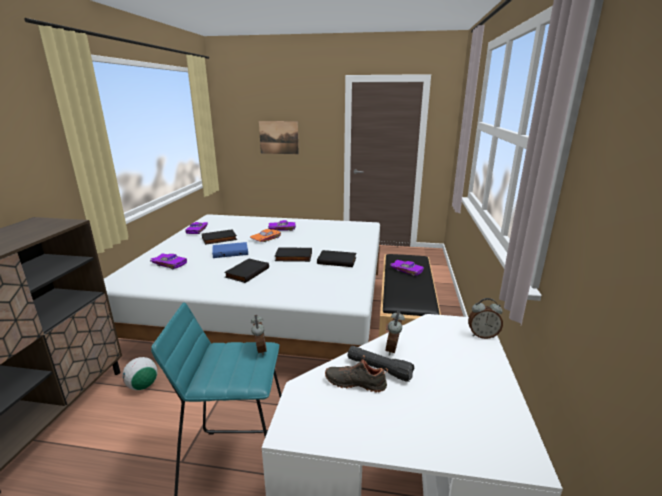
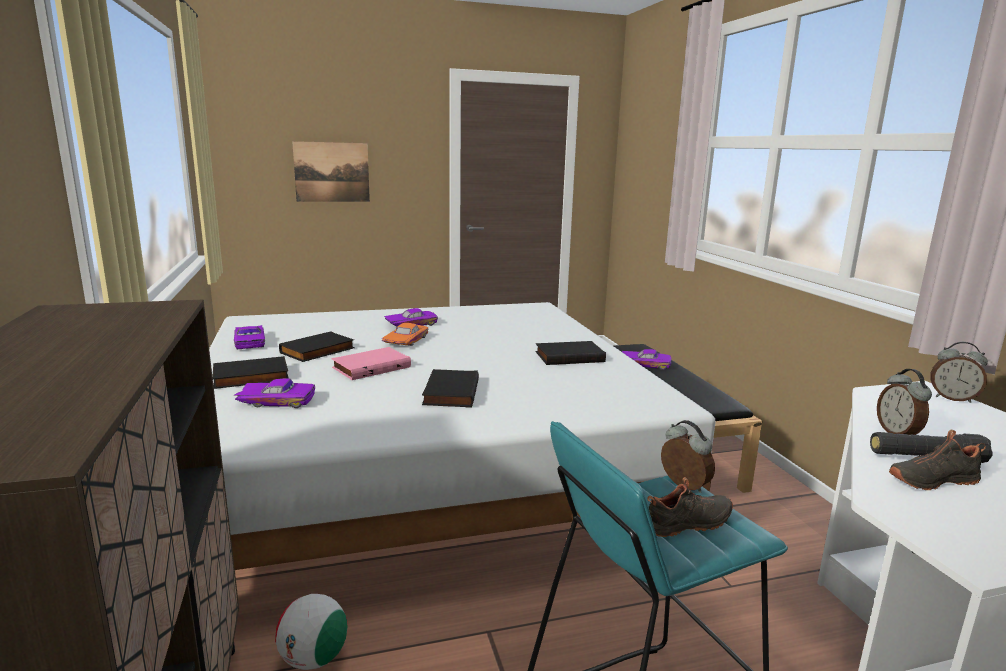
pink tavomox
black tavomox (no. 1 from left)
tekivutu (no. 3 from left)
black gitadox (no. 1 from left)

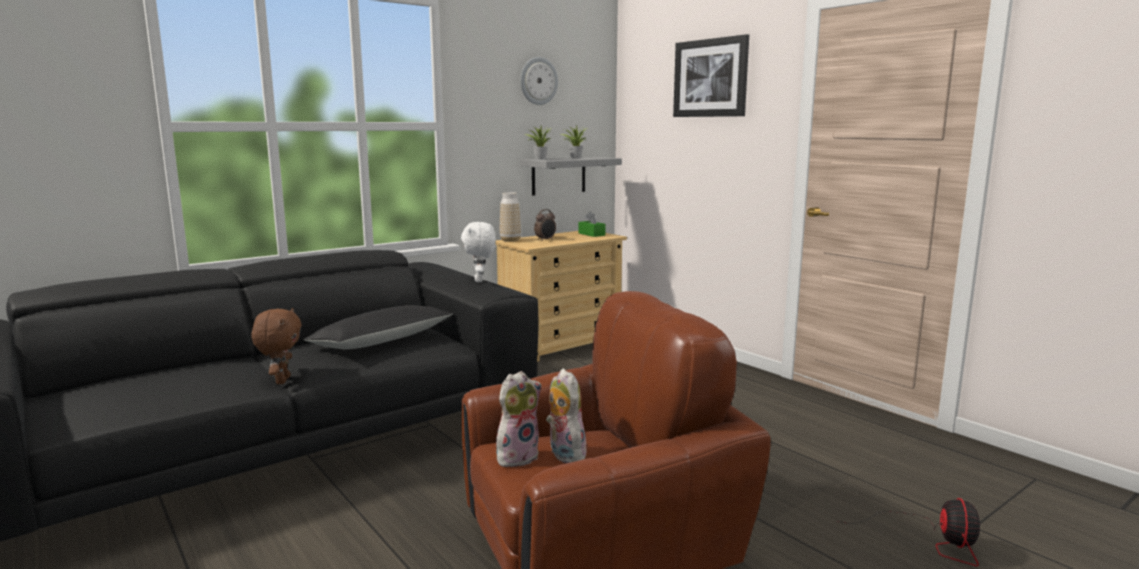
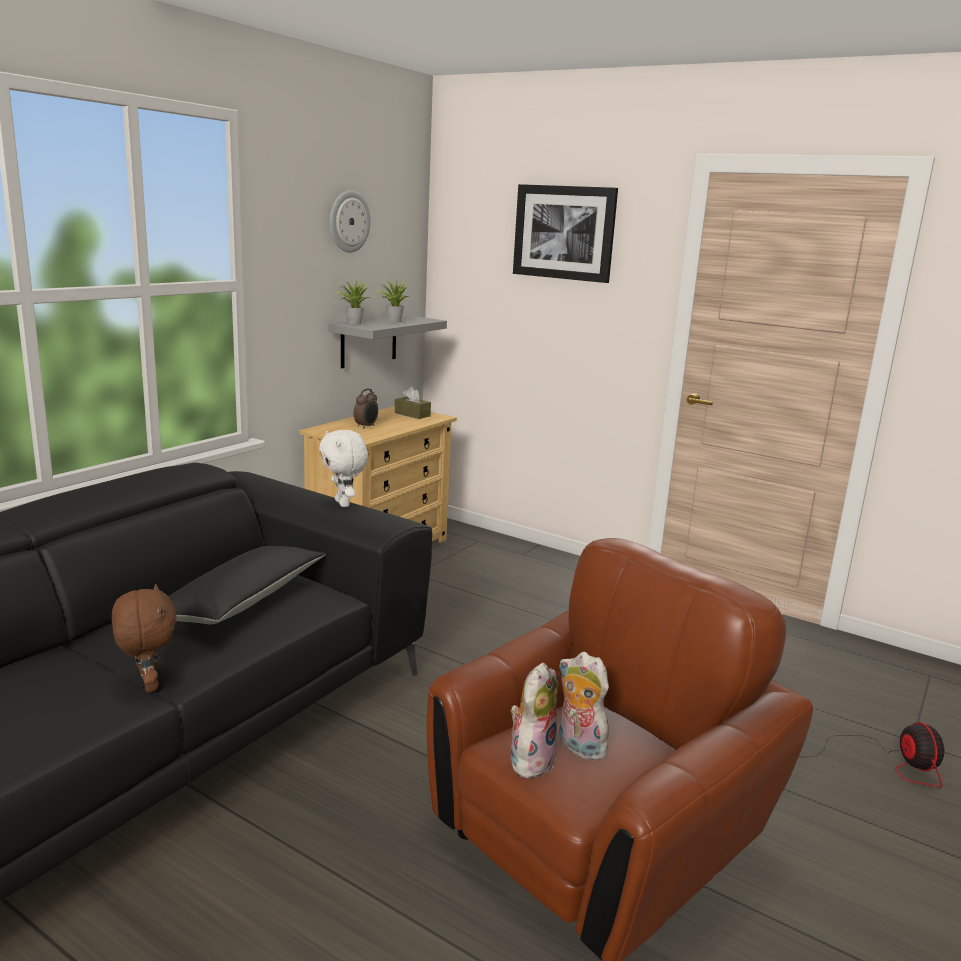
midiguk
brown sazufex

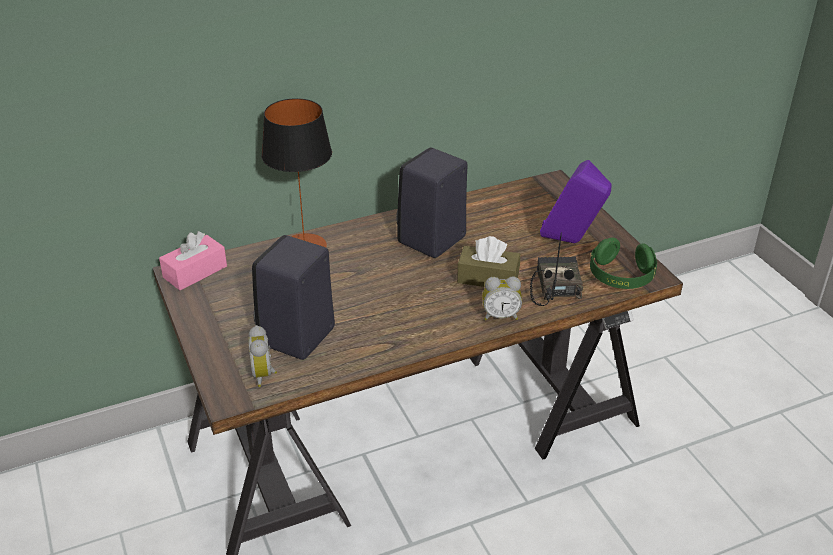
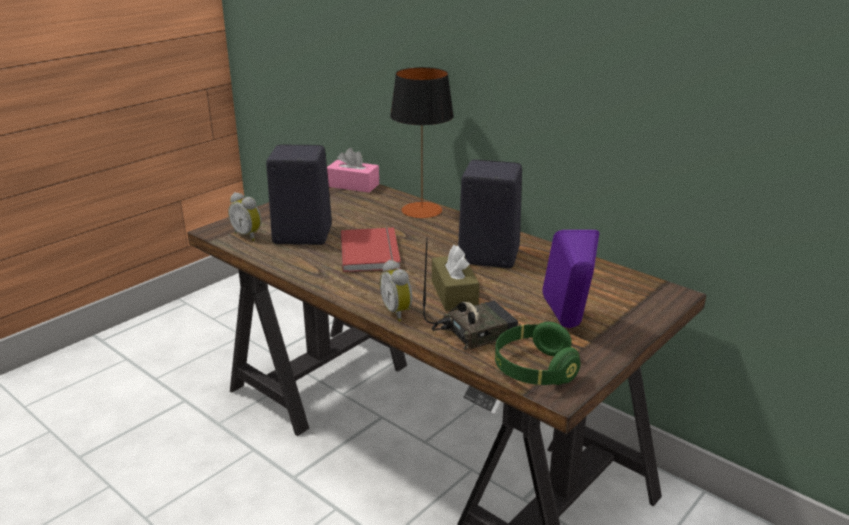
tekivutu (no. 1 from left)
red tavomox

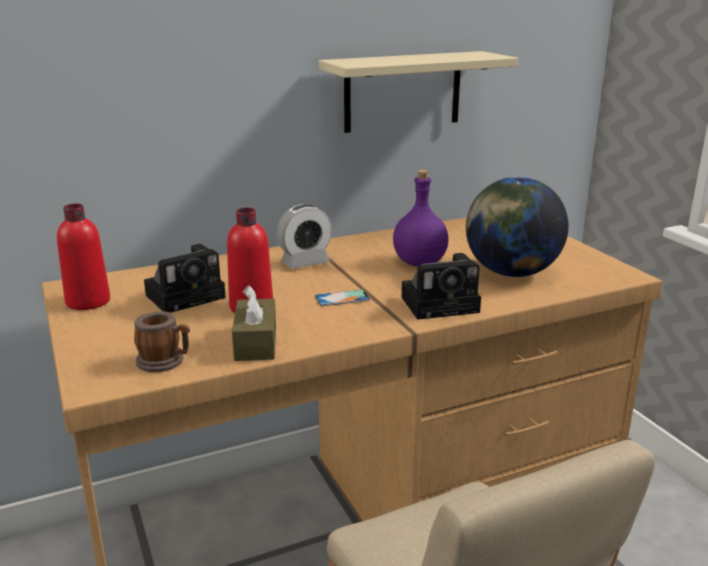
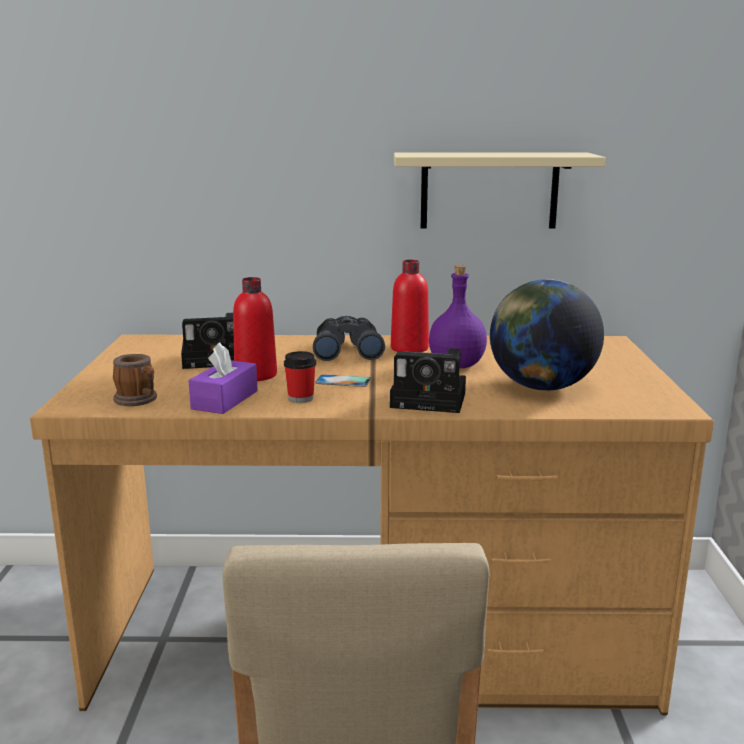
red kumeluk (no. 2 from left)
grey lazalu
purple sazufex
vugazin

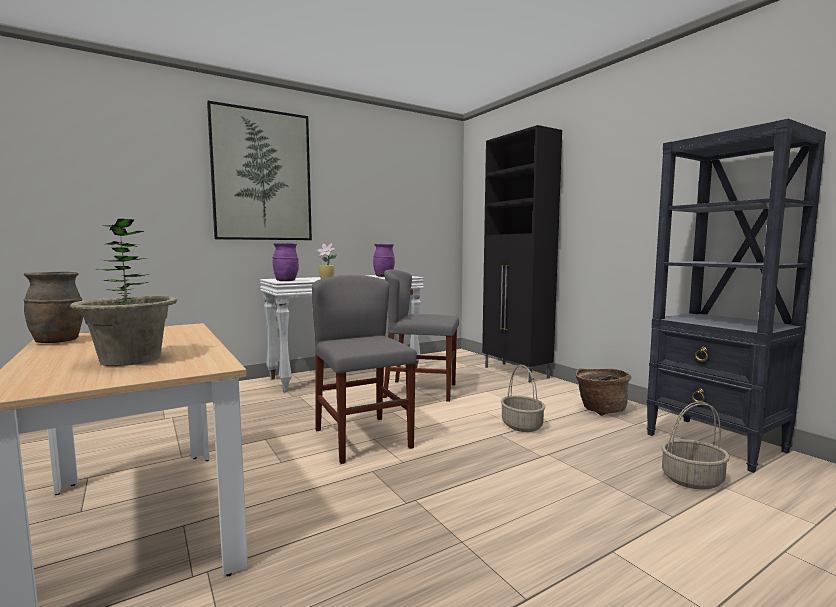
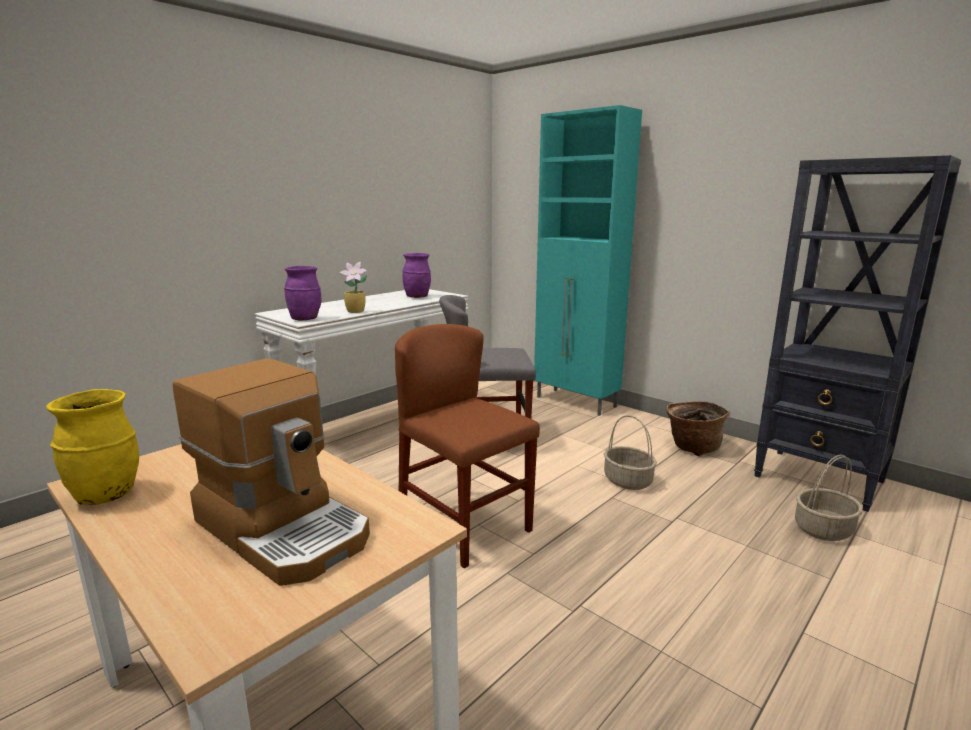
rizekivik
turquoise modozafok
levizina
yellow midiguk
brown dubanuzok

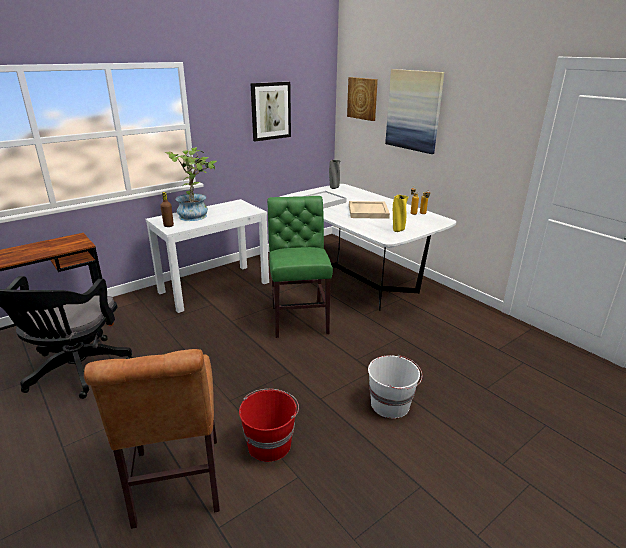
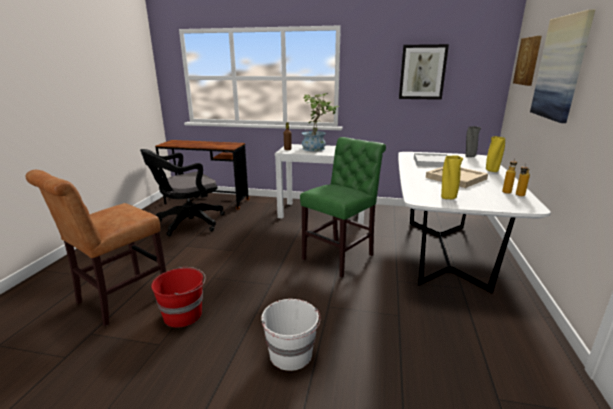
yellow midiguk (no. 2 from left)

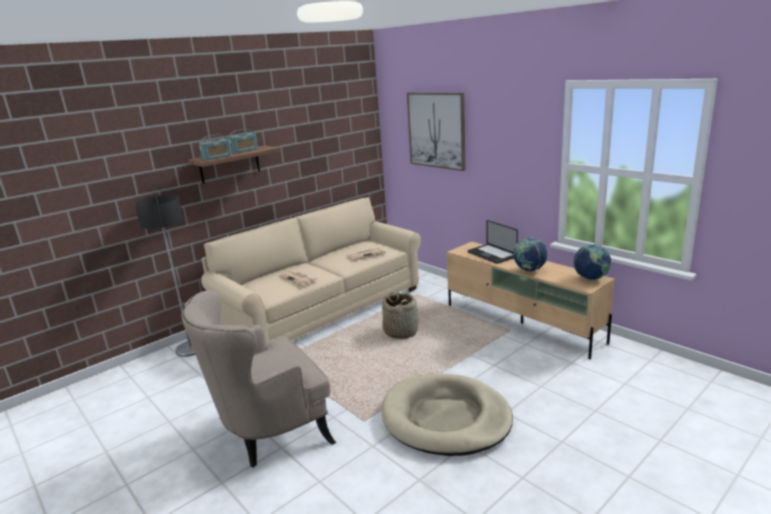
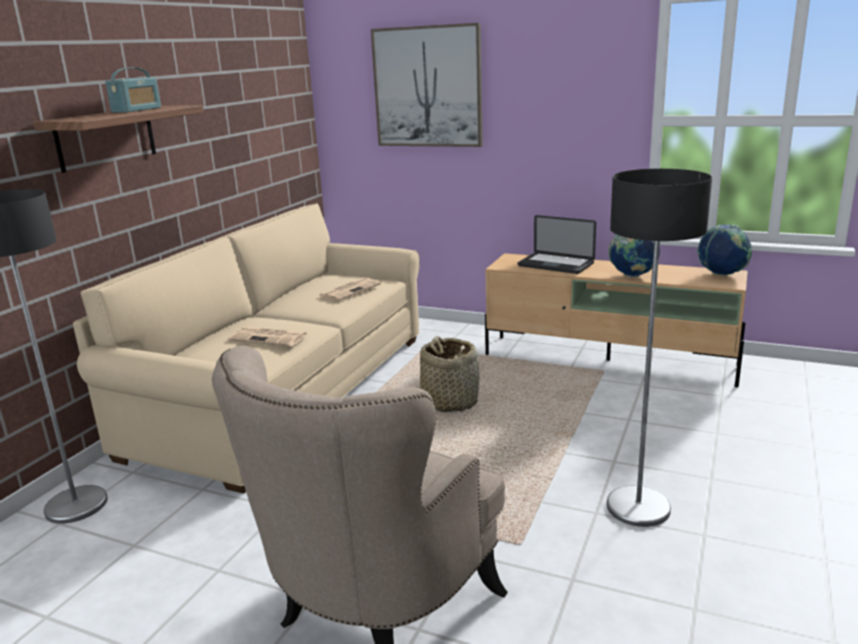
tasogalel (no. 1 from left in the first image)
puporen (no. 2 from left)

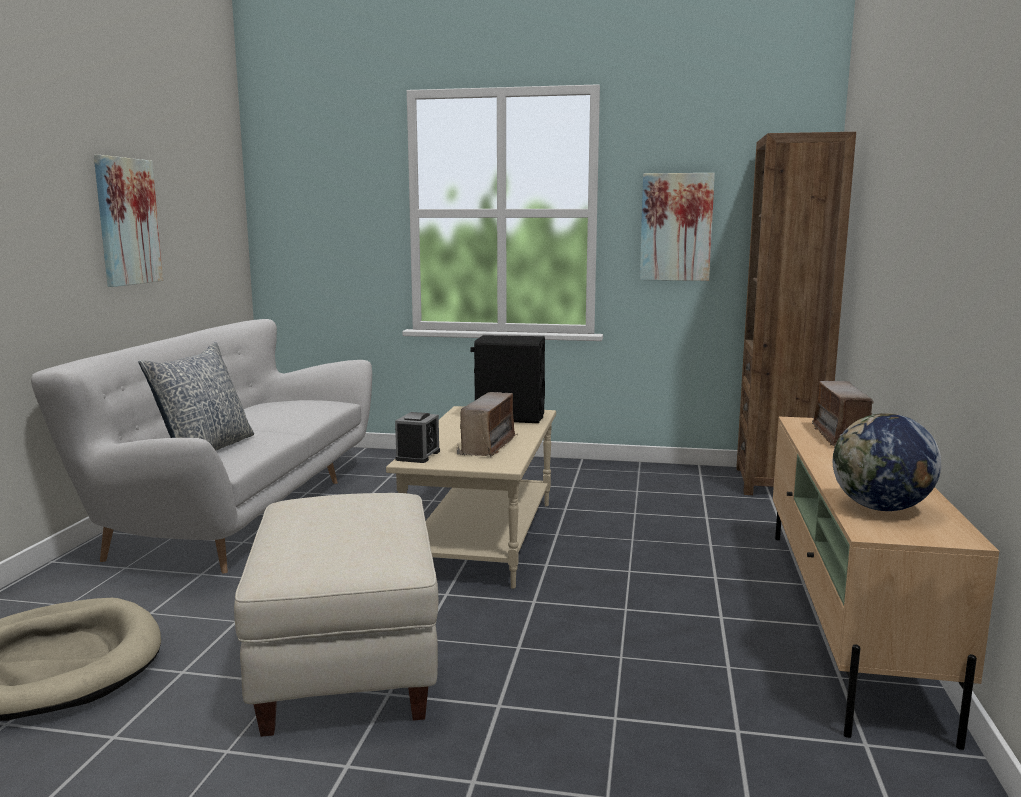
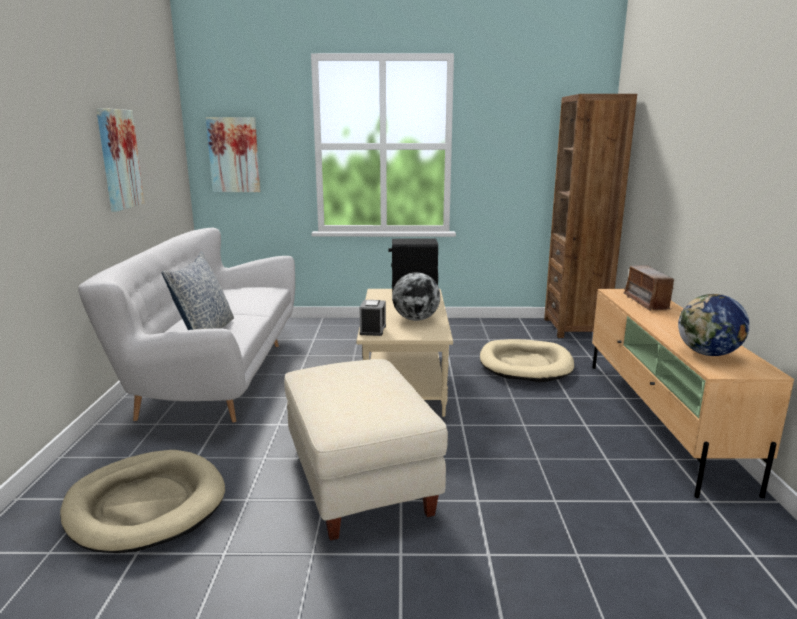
rizekivik (no. 2 from left)
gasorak (no. 1 from left)
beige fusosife (no. 2 from left)

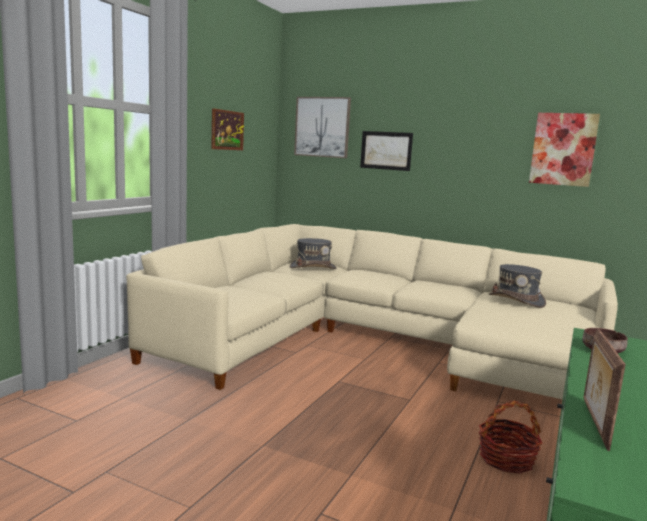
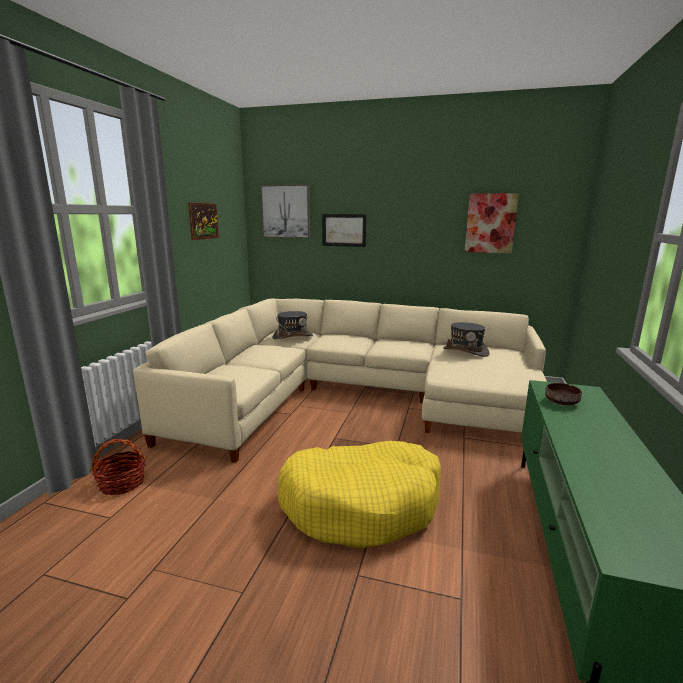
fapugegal
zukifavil
yellow fusosife

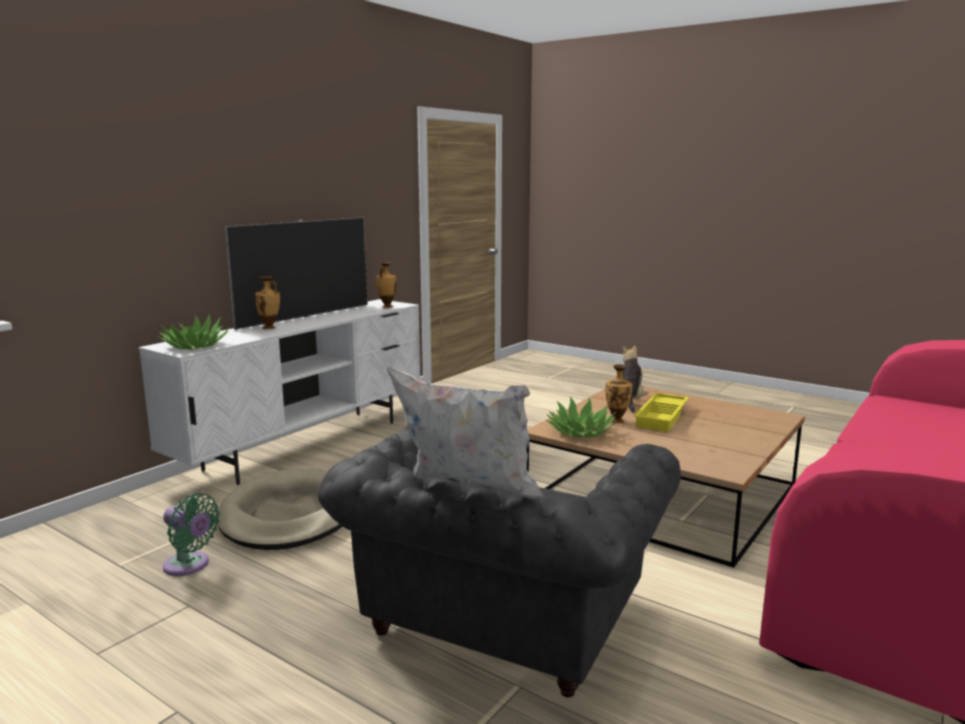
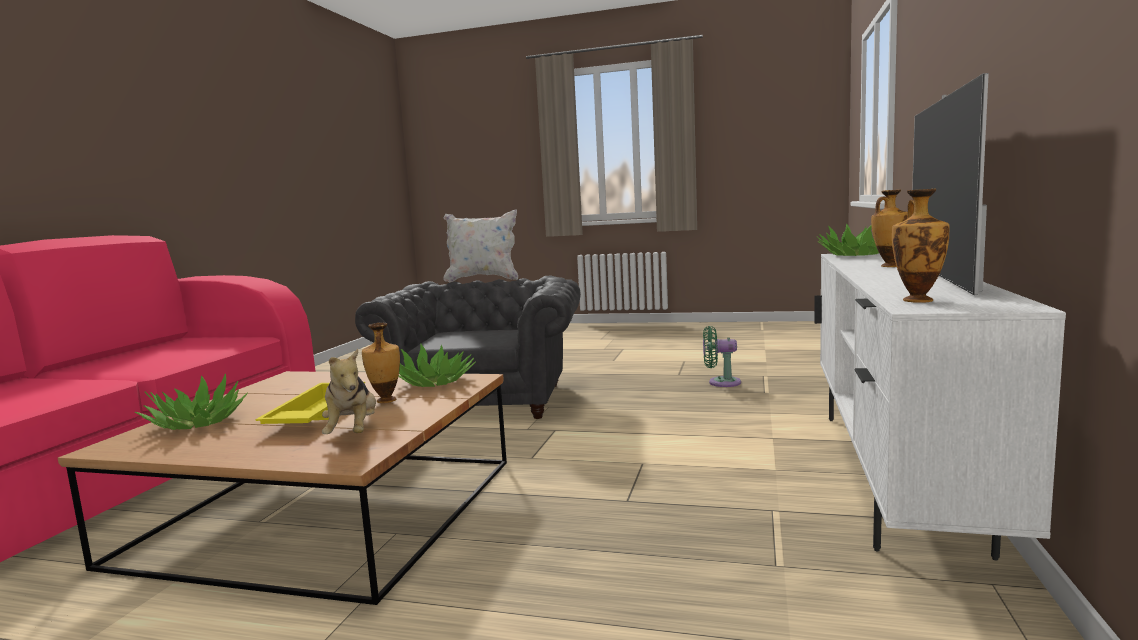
beige fusosife
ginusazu (no. 1 from left)

